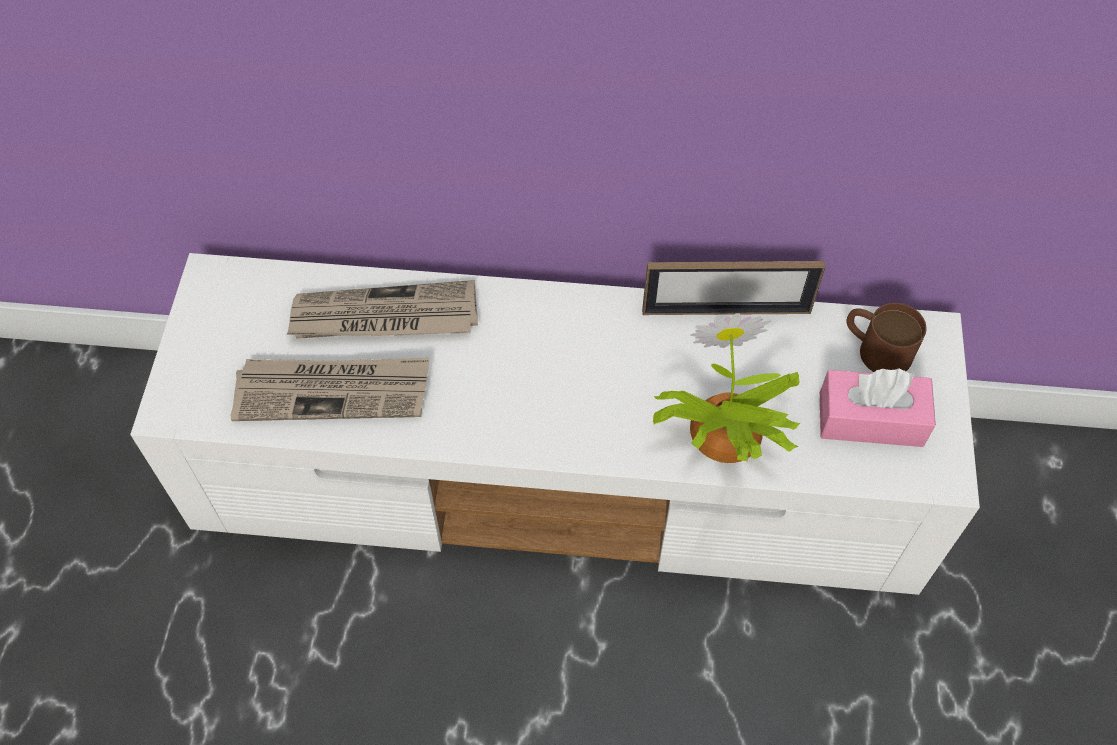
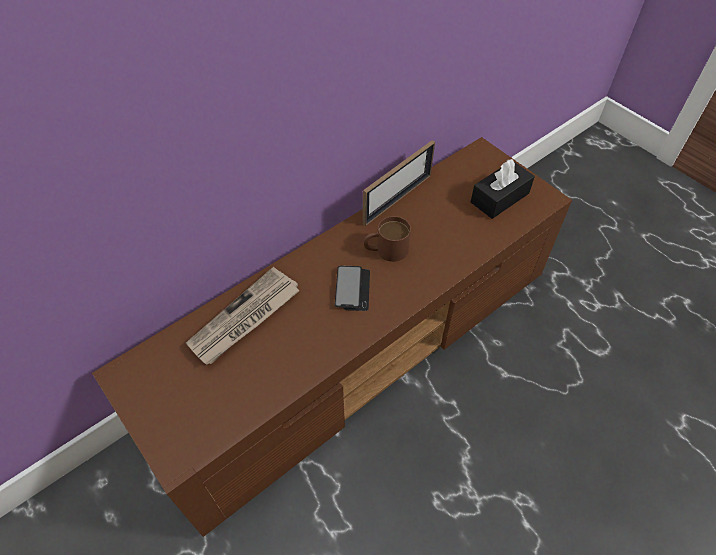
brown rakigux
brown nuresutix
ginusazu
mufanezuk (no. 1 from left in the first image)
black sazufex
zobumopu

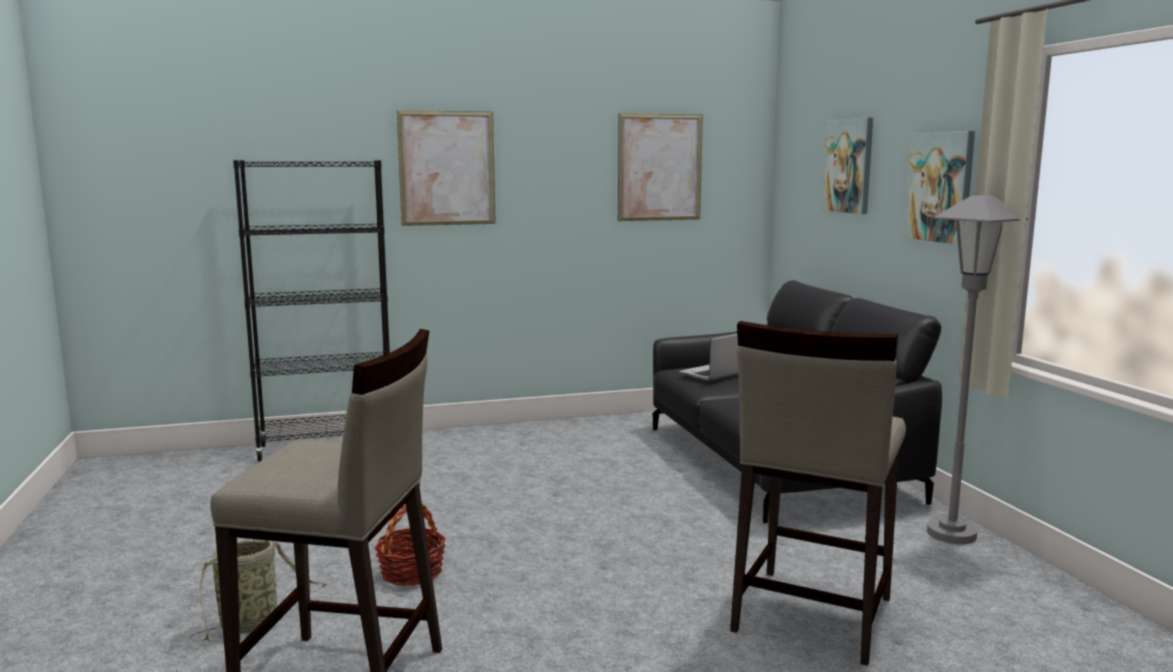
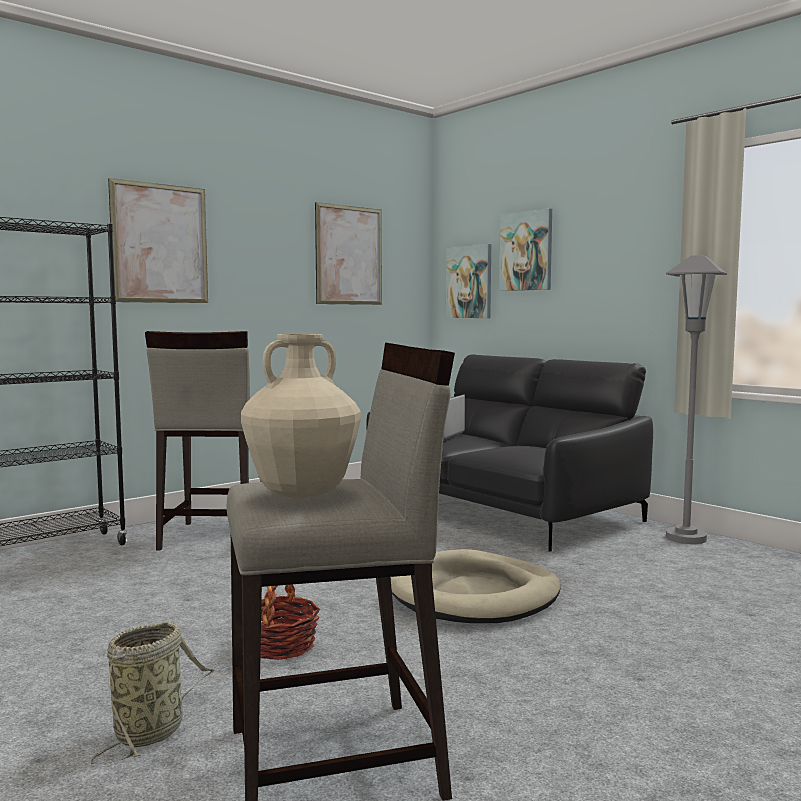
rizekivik (no. 3 from left)
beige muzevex (no. 1 from left)
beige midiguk
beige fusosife

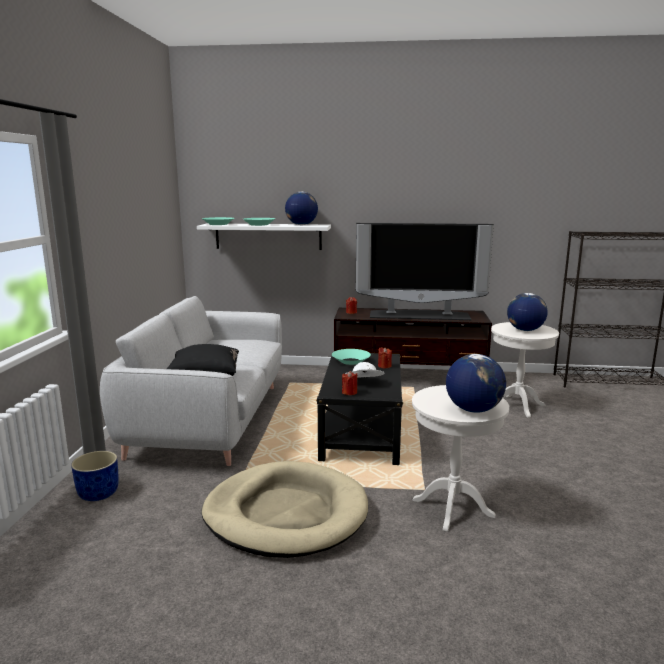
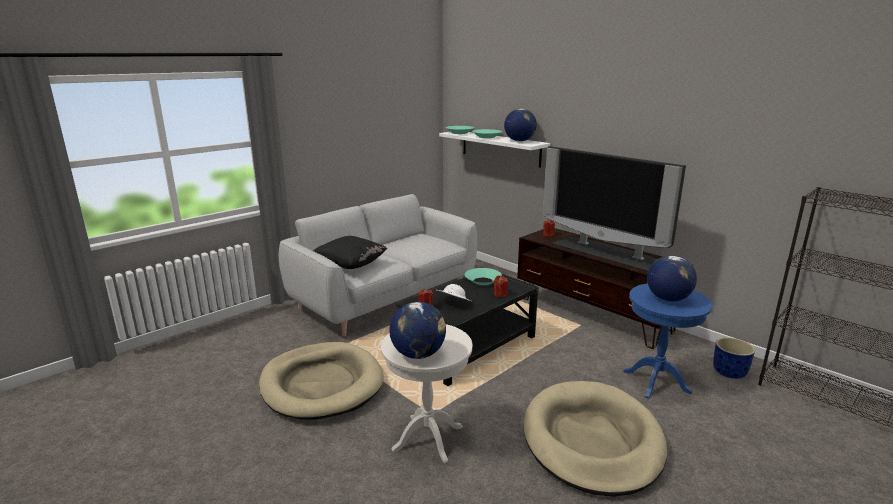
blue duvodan
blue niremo
beige fusosife (no. 2 from left)

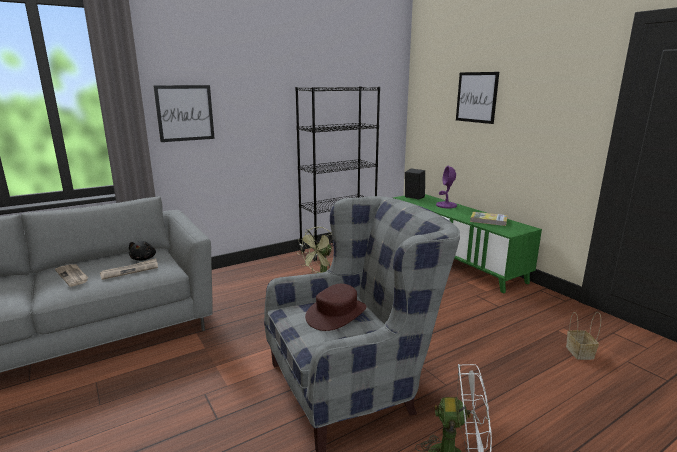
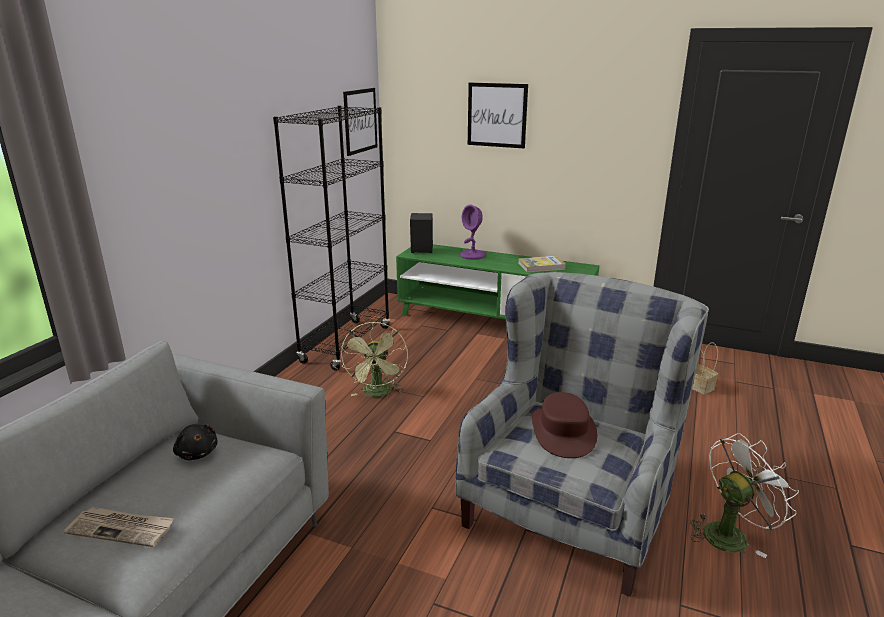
rizekivik (no. 1 from left)
mufanezuk (no. 2 from left in the first image)

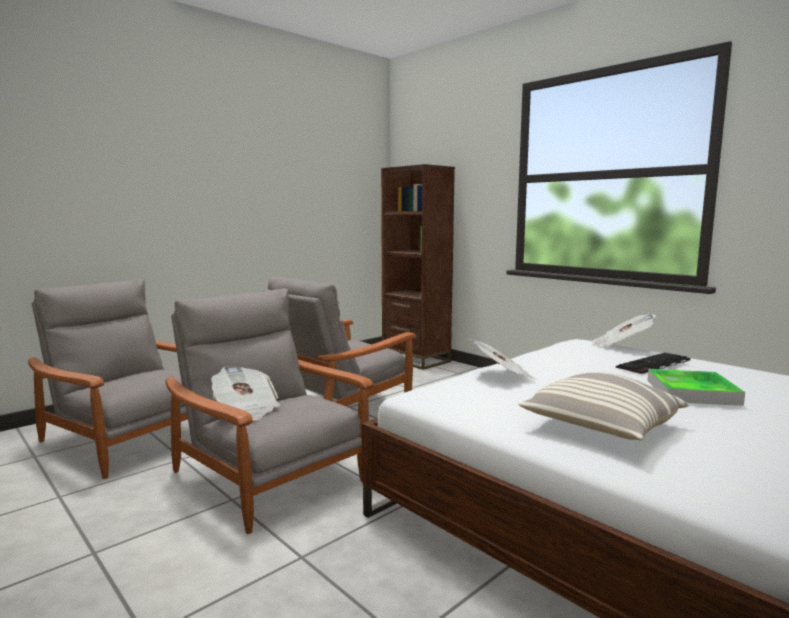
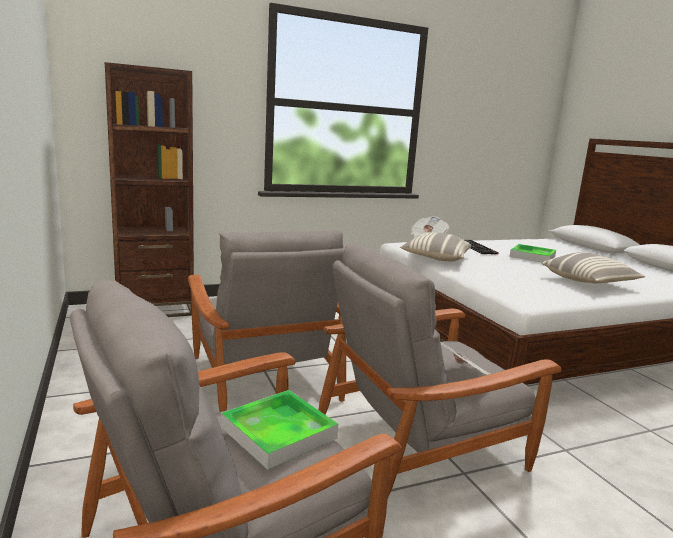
mufanezuk (no. 2 from left in the first image)
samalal (no. 1 from left)
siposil (no. 1 from left)

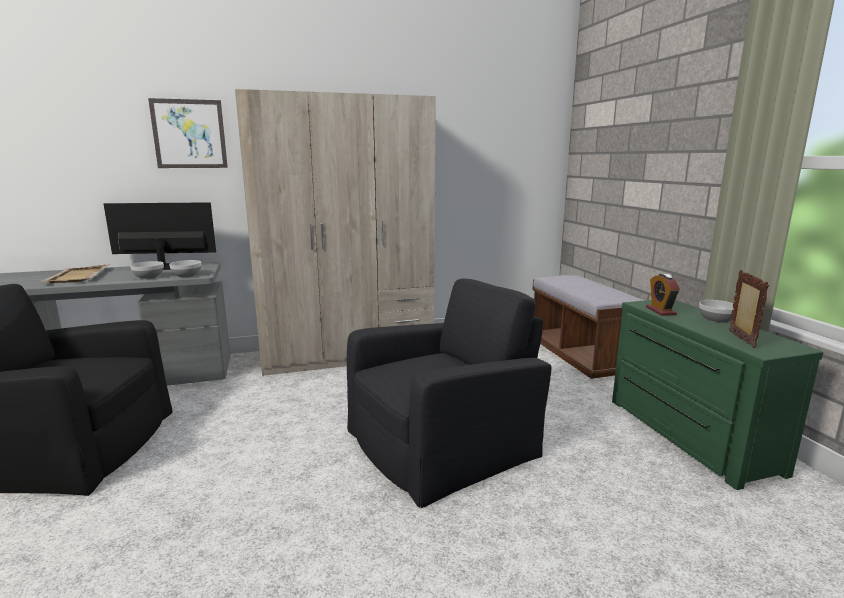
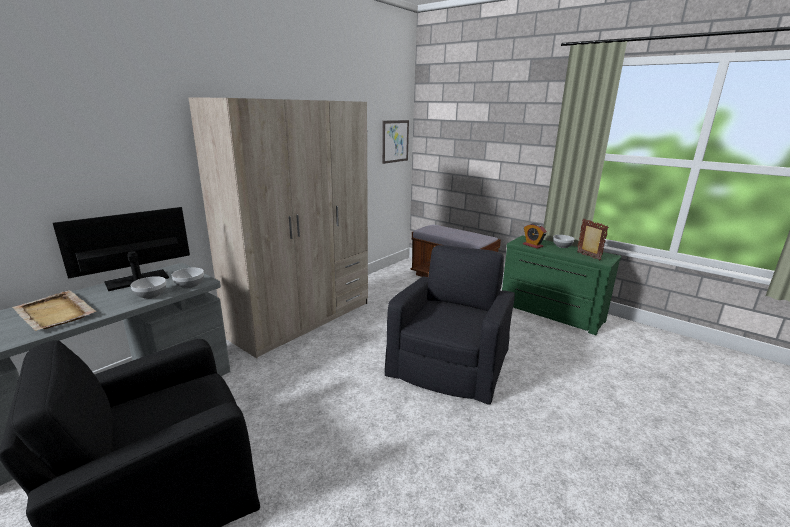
rizekivik

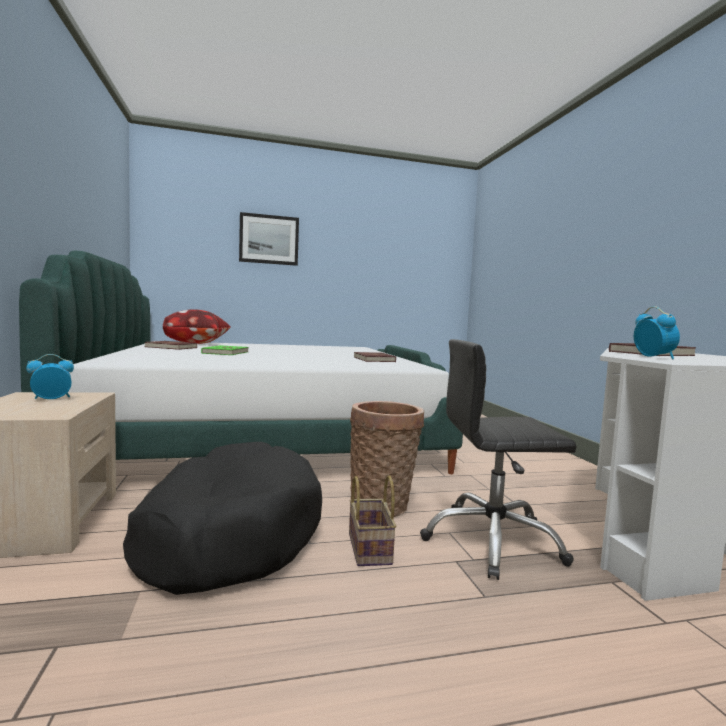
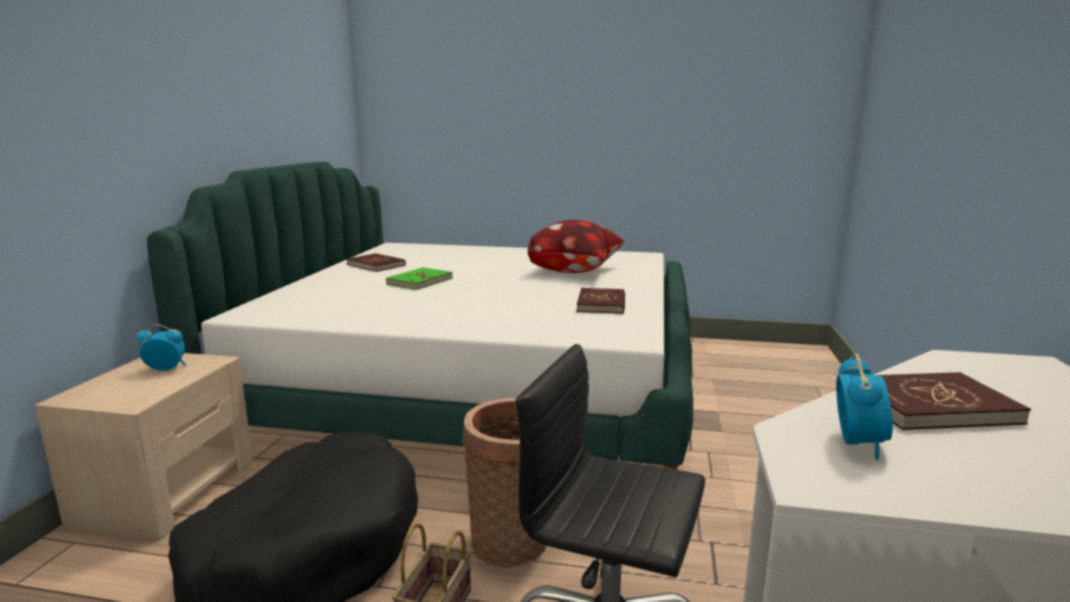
rizekivik
samalal

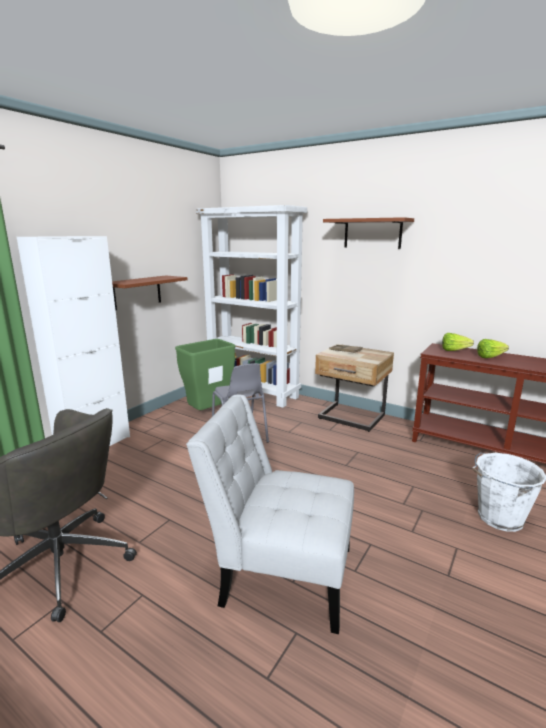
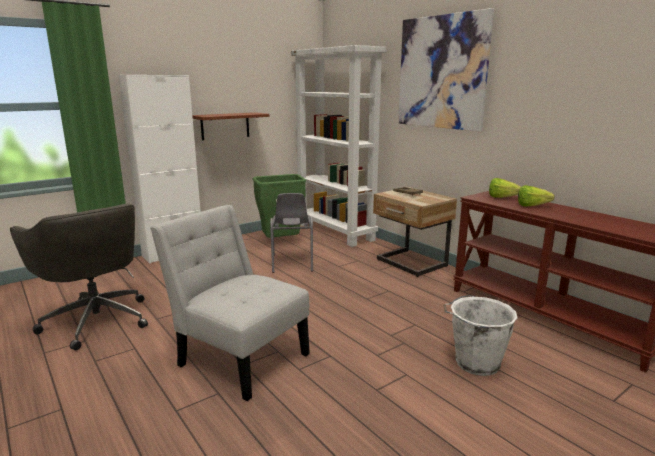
rizekivik

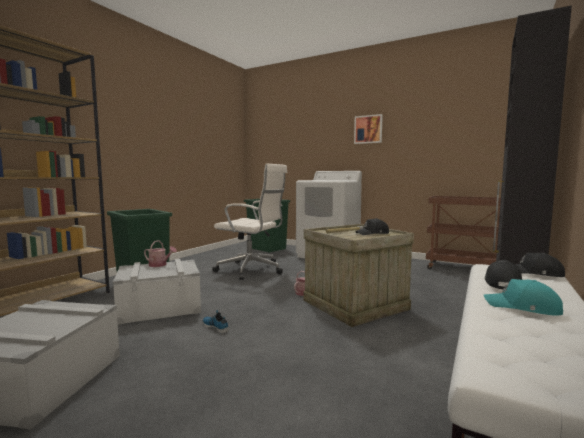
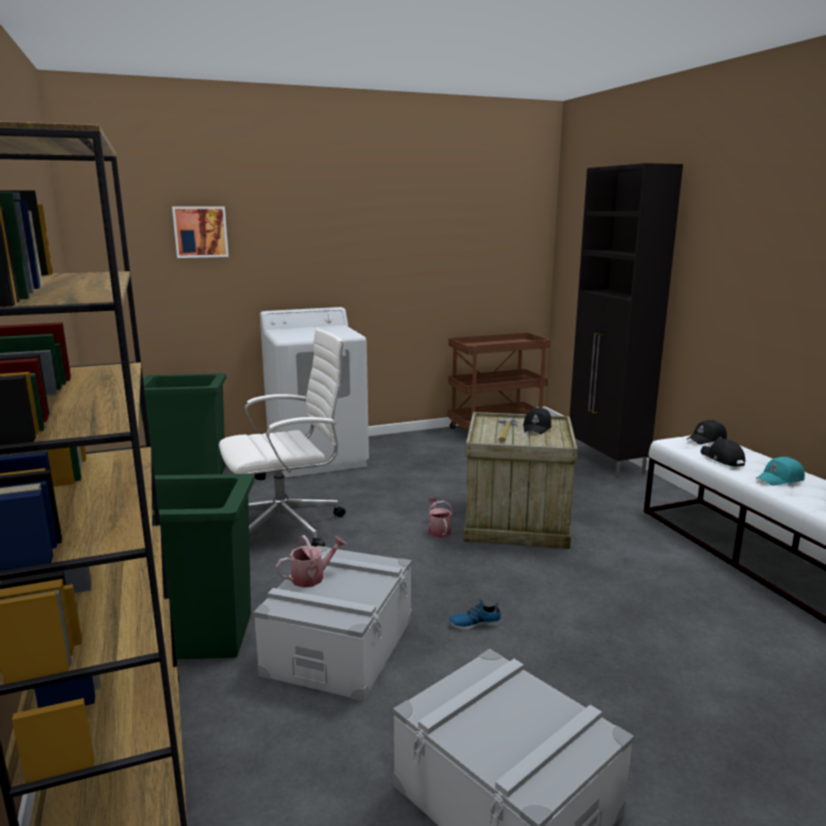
rizekivik

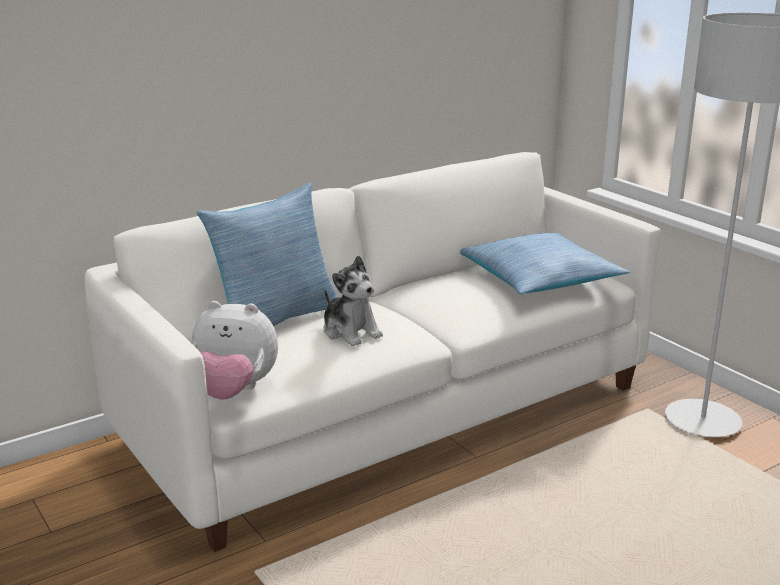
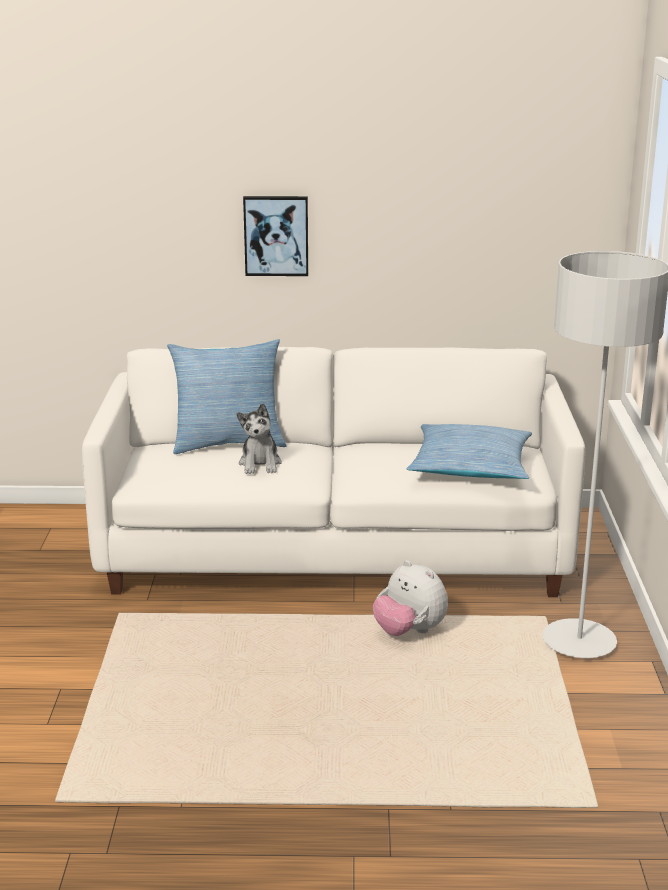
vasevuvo (no. 2 from left)
rizekivik

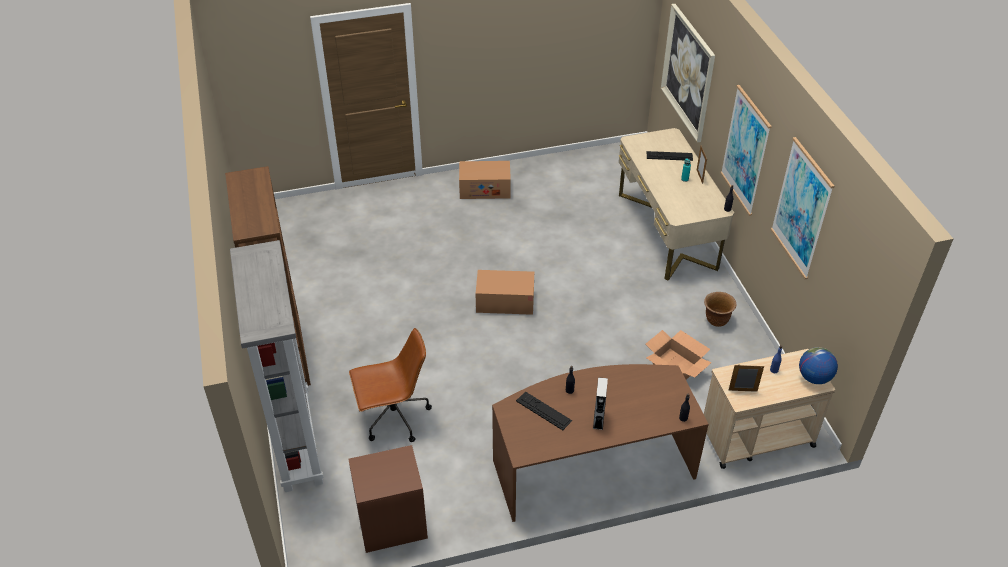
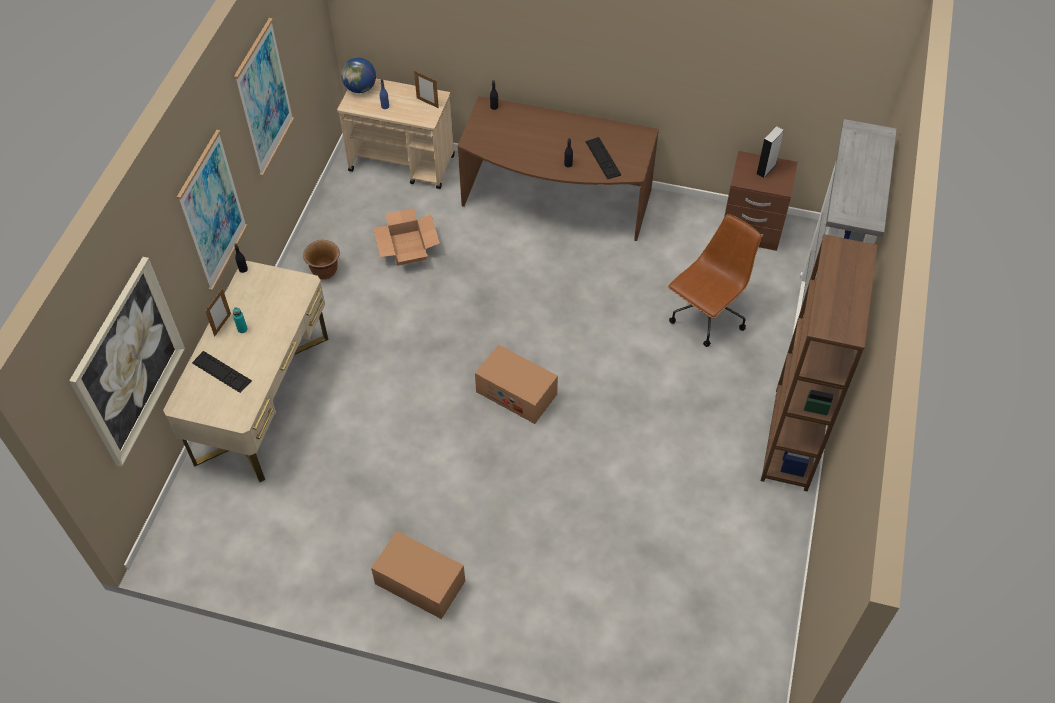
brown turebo
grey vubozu

